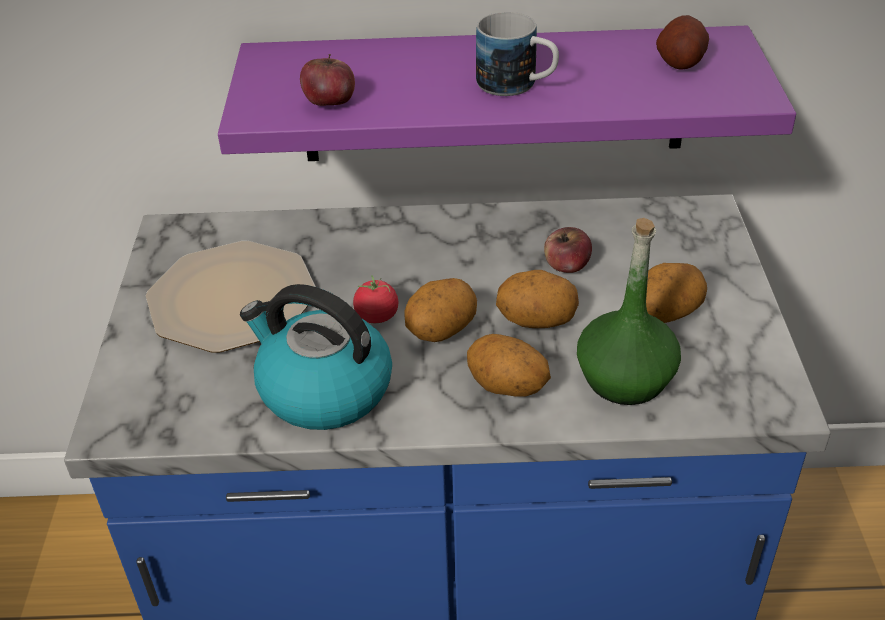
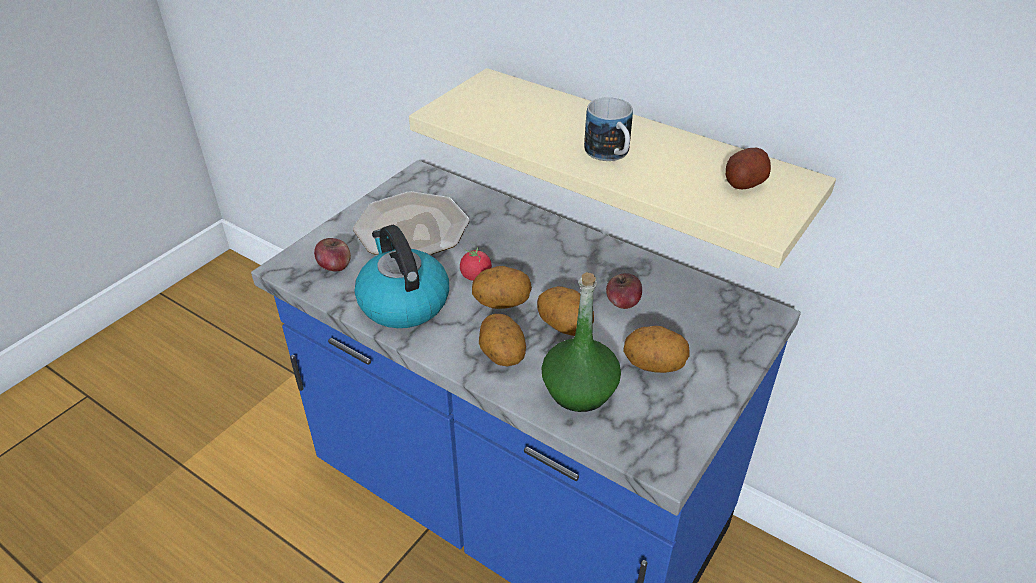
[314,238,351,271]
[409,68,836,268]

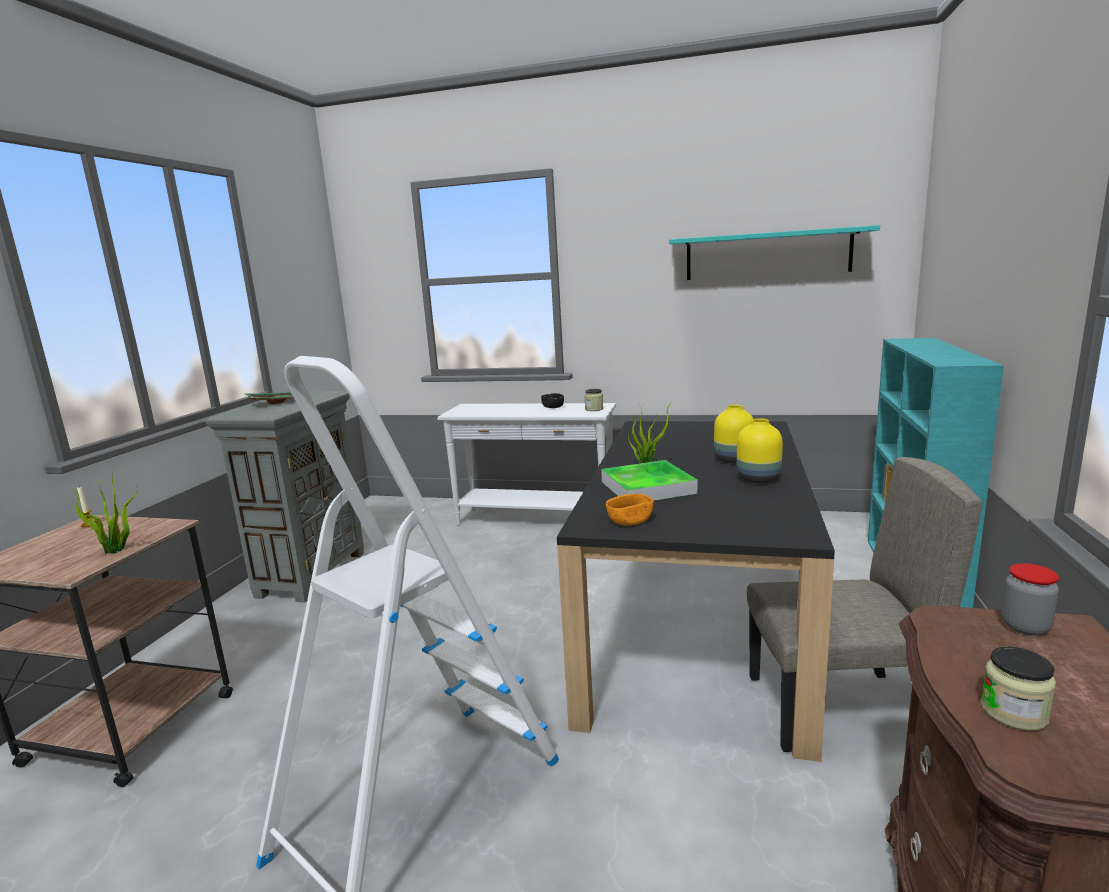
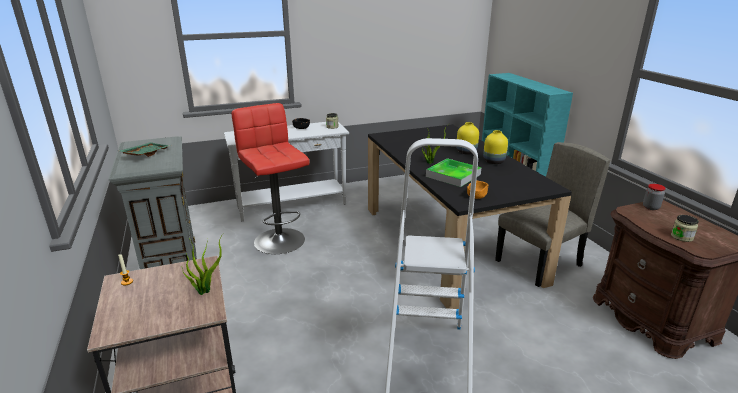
[669,225,880,280] (first image)
[232,103,310,254]

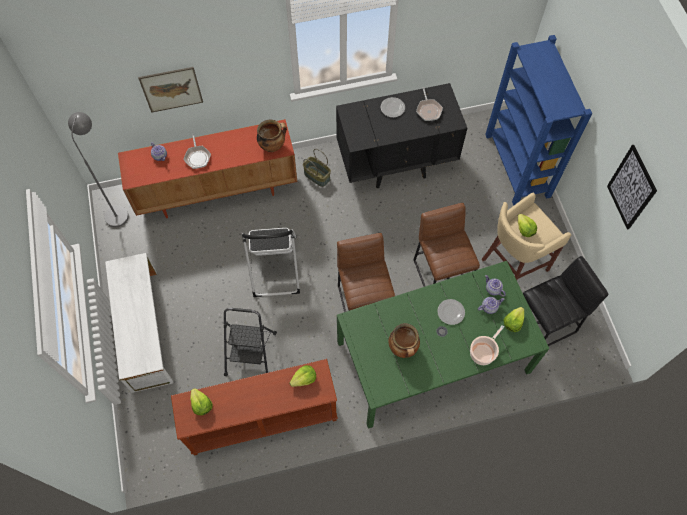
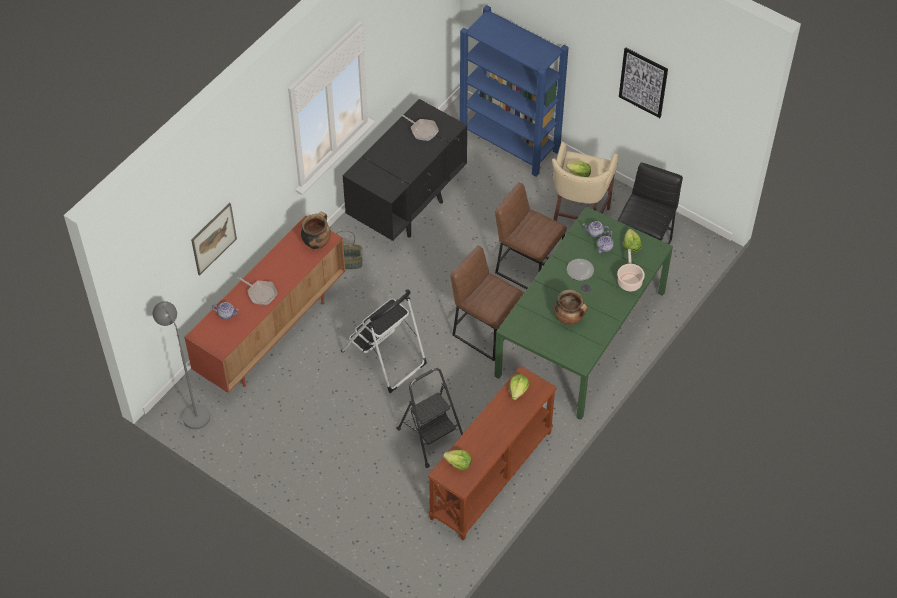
[105,253,173,393] (first image)
[381,97,405,117] (first image)

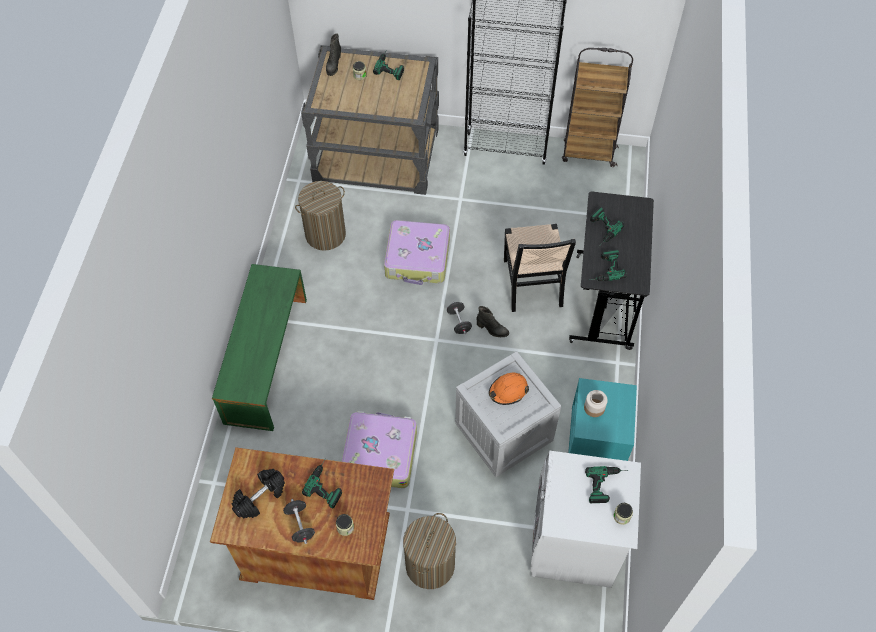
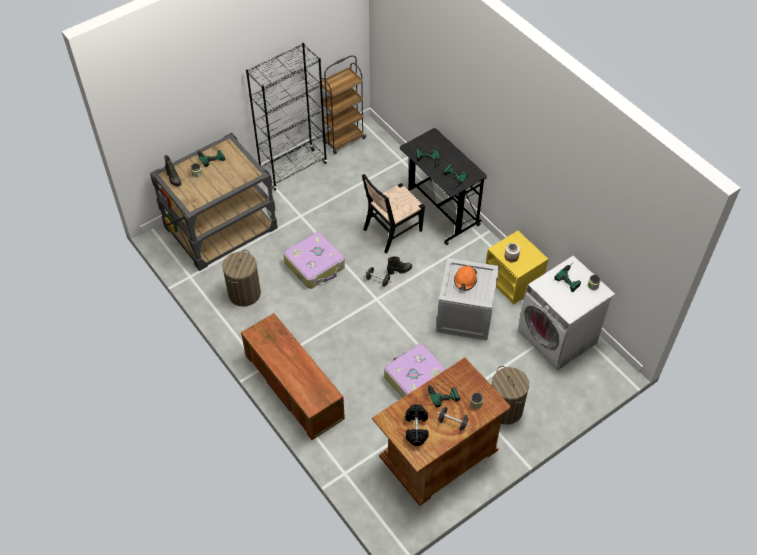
[241,313,345,440]
[486,231,548,304]
[362,174,425,253]

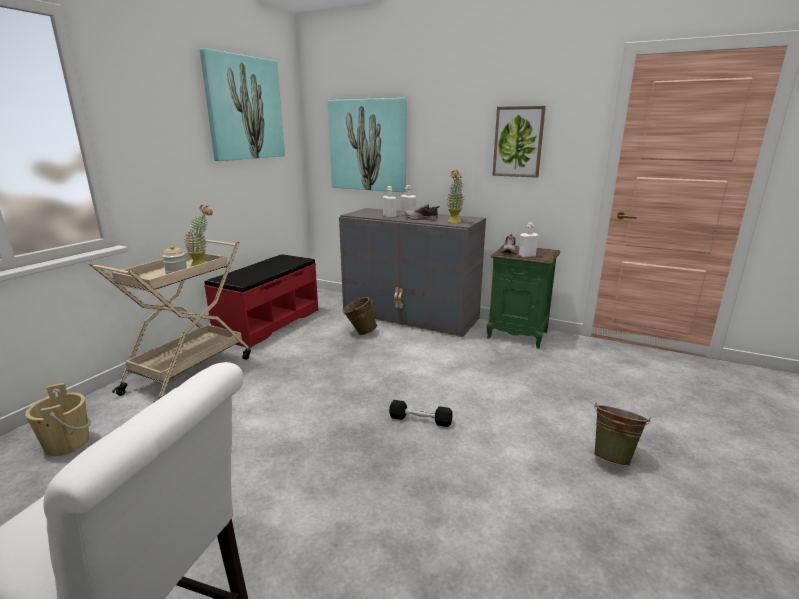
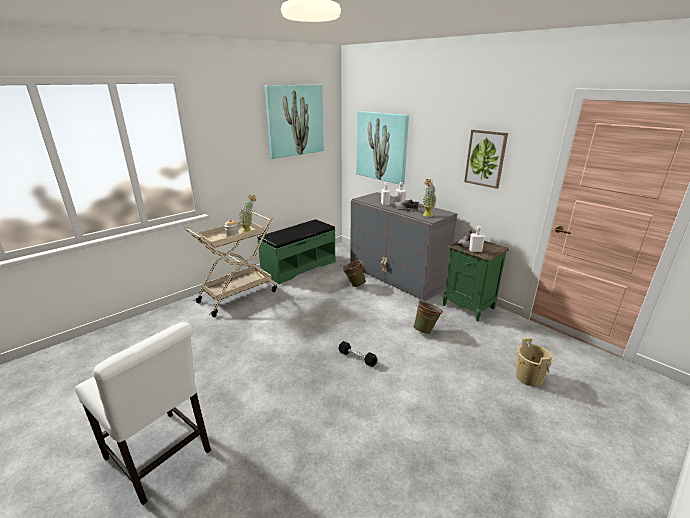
[516,337,553,386]
[413,300,443,334]
[257,219,335,284]

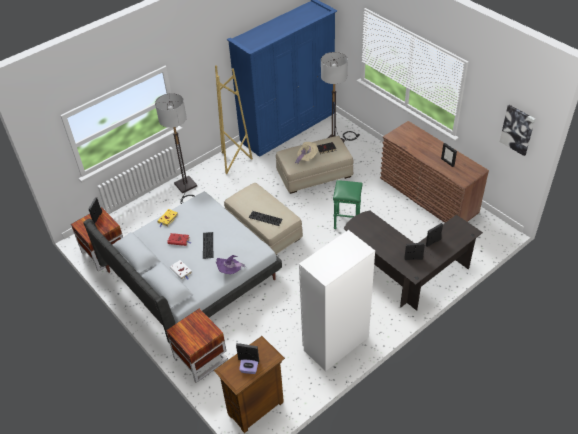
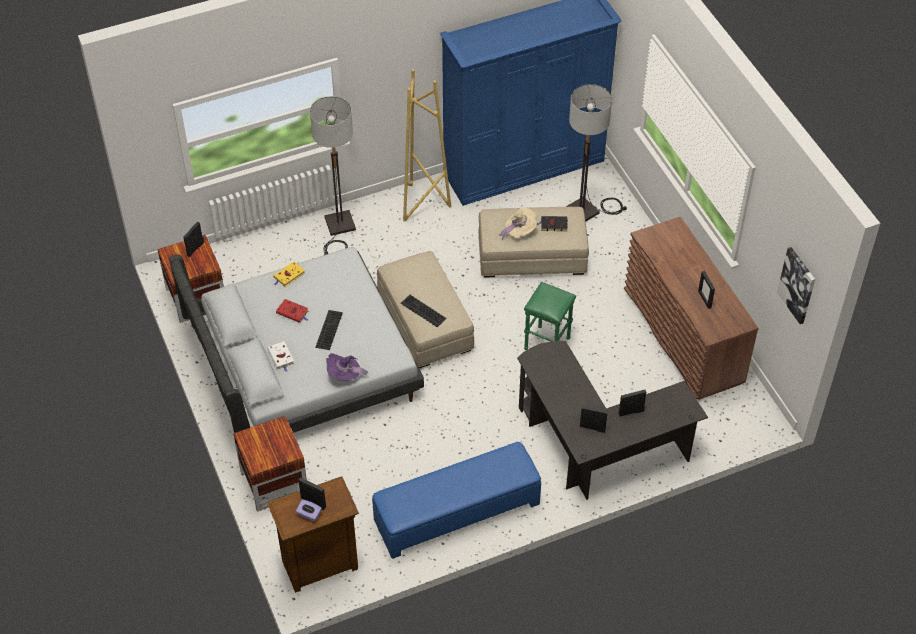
[372,442,541,559]

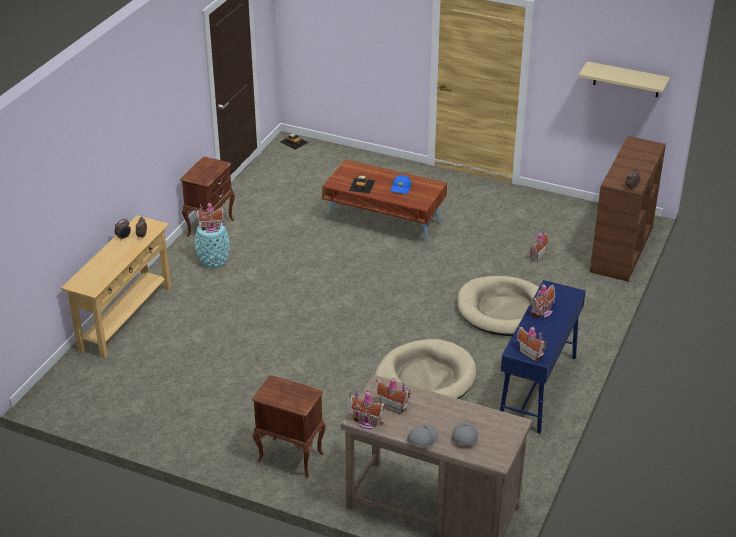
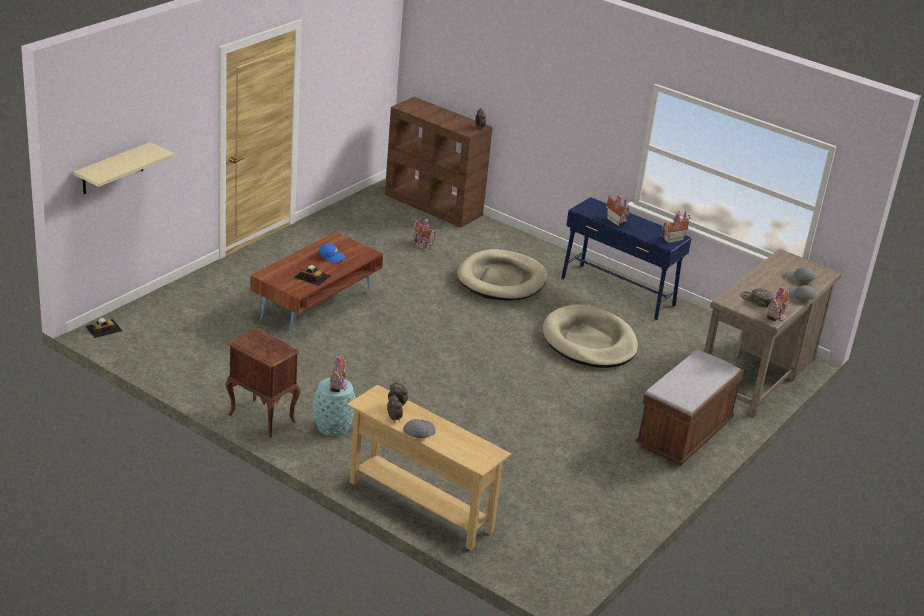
[403,419,436,438]
[74,142,174,194]
[635,350,744,466]
[741,289,774,307]

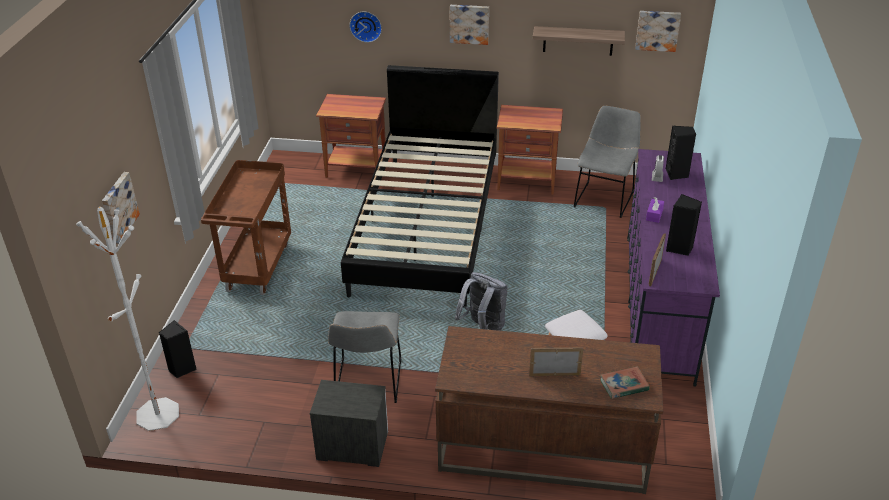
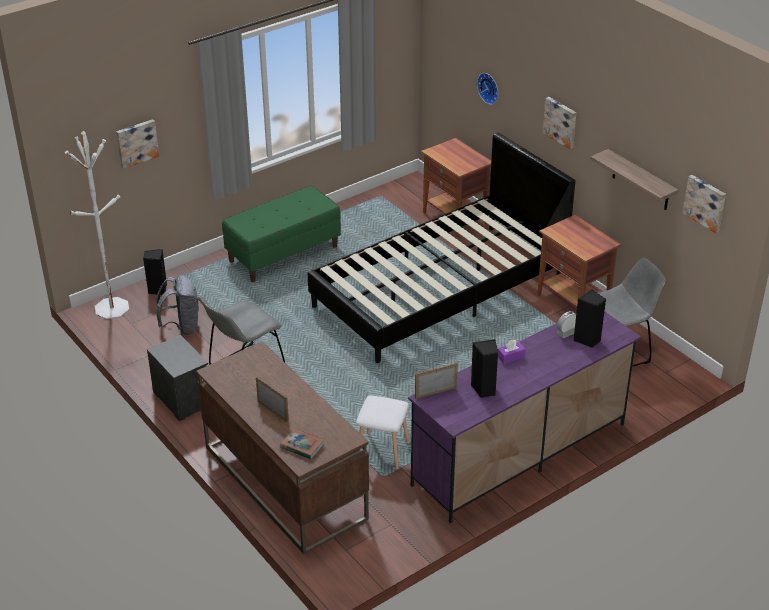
[156,275,198,335]
[222,186,341,282]

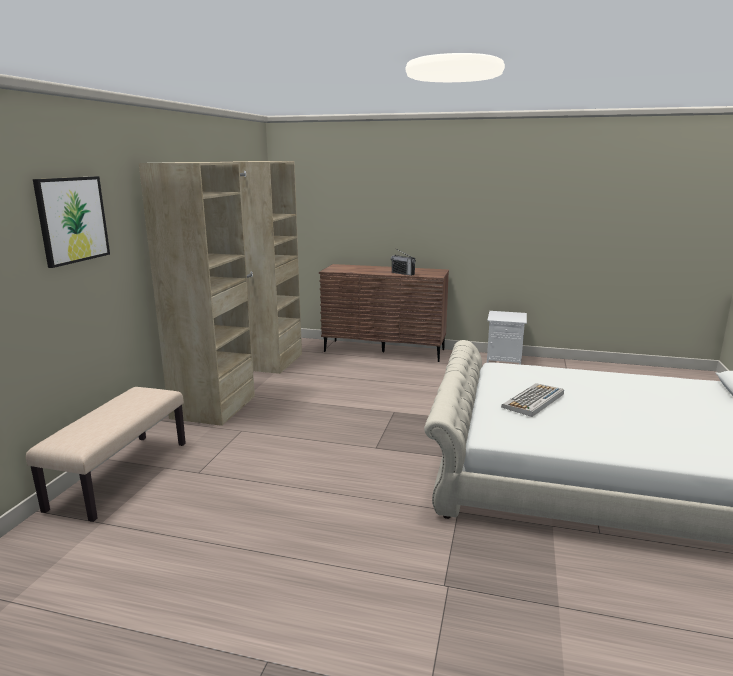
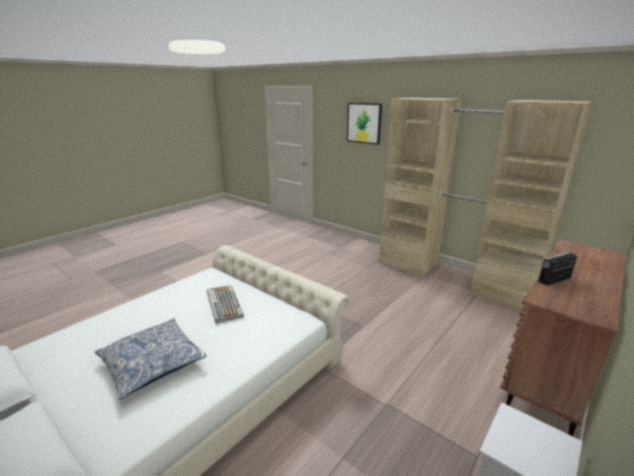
[26,387,186,522] (first image)
[95,318,207,400]

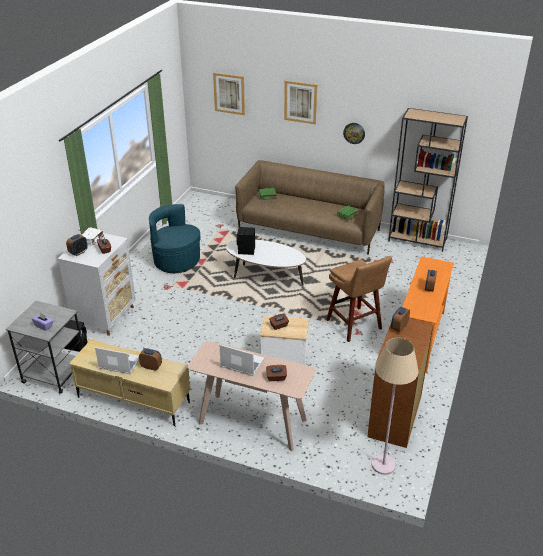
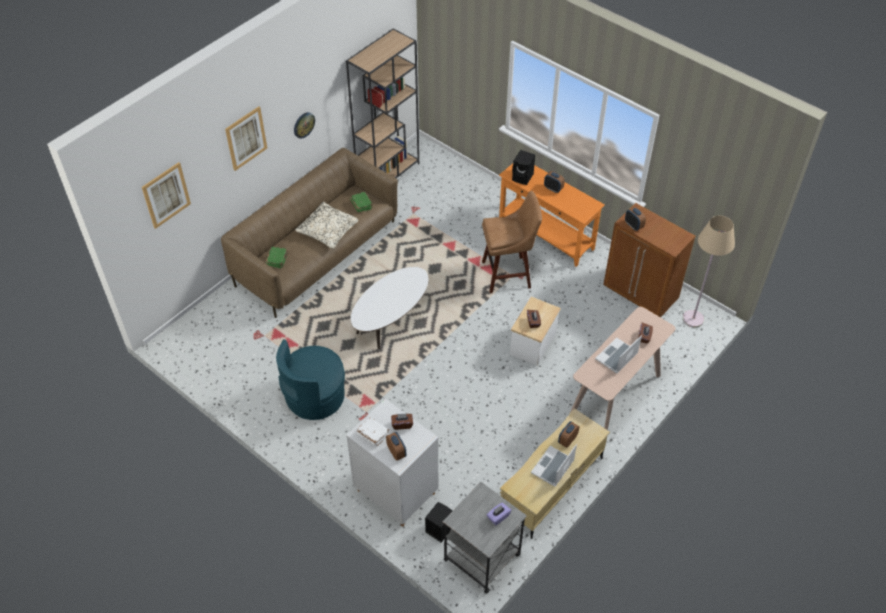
[295,202,358,249]
[512,150,535,185]

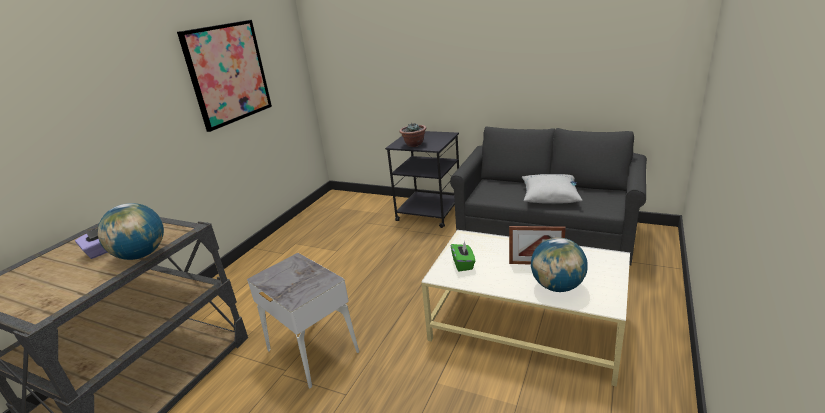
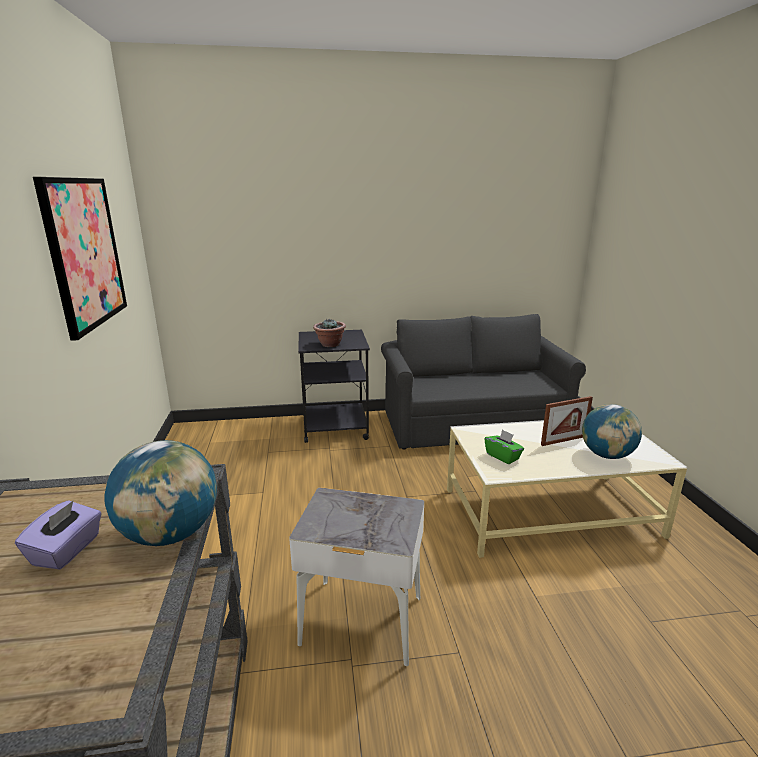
[522,174,583,204] (first image)

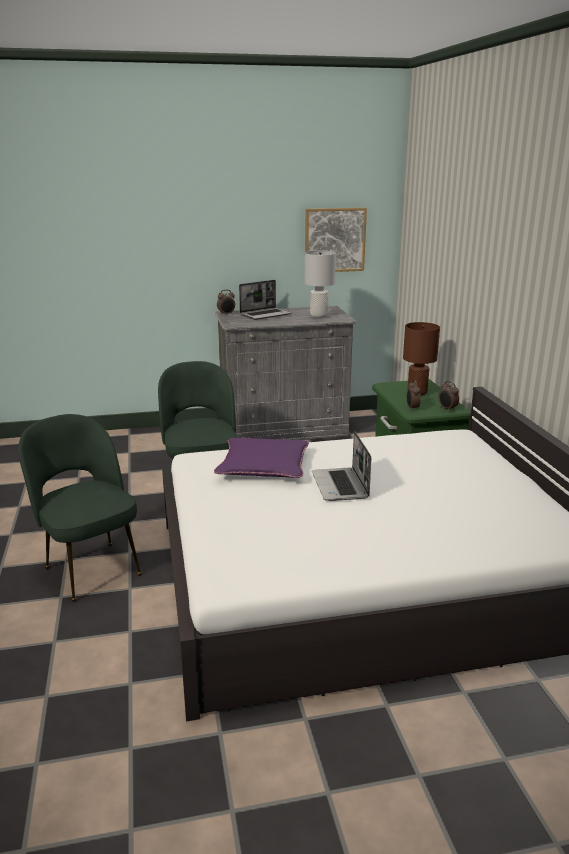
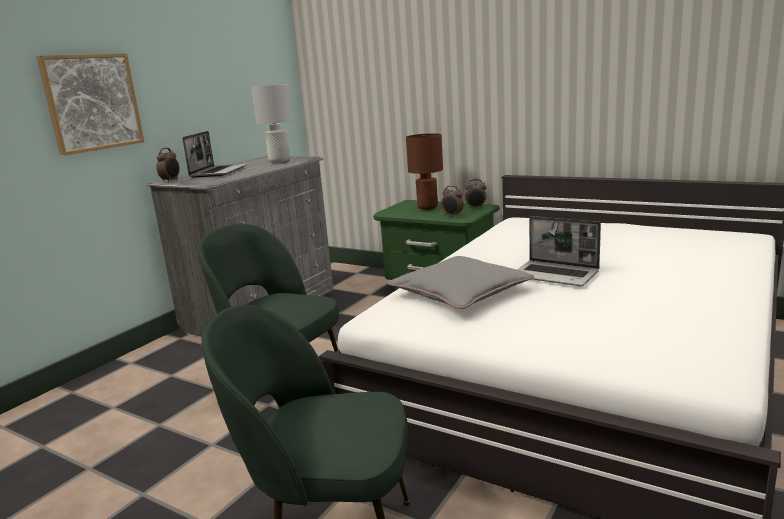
[36,53,144,156]
[388,256,534,309]

